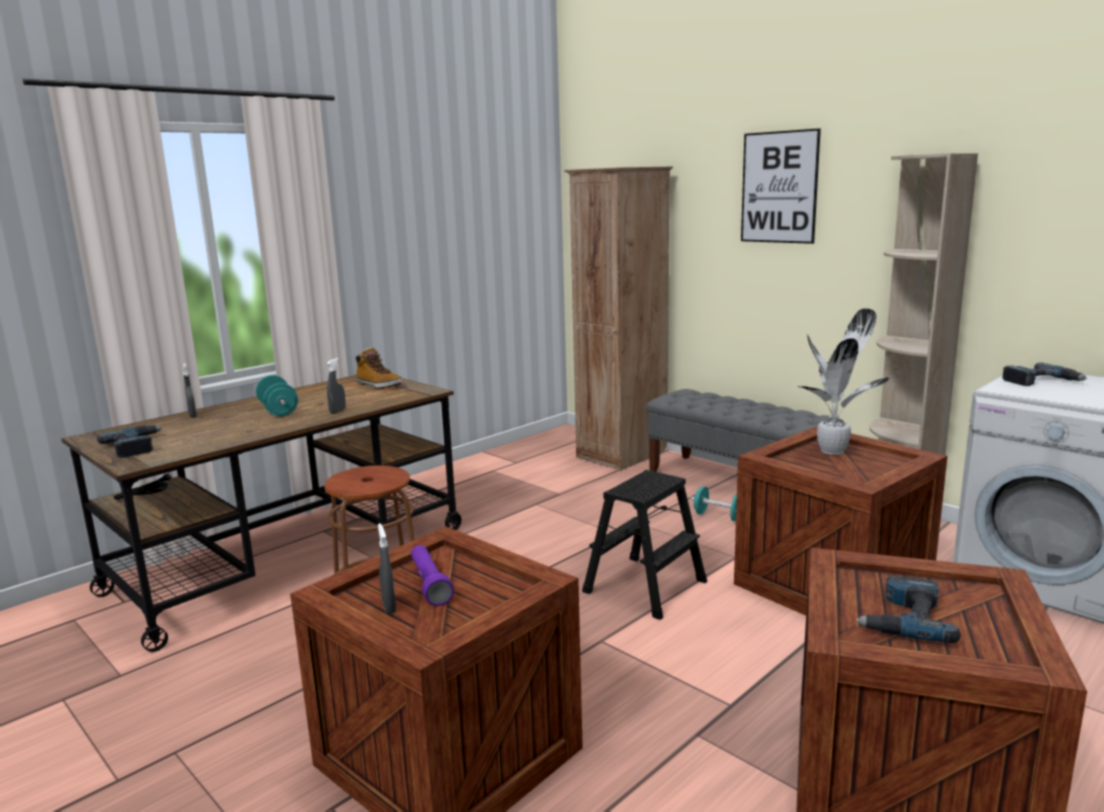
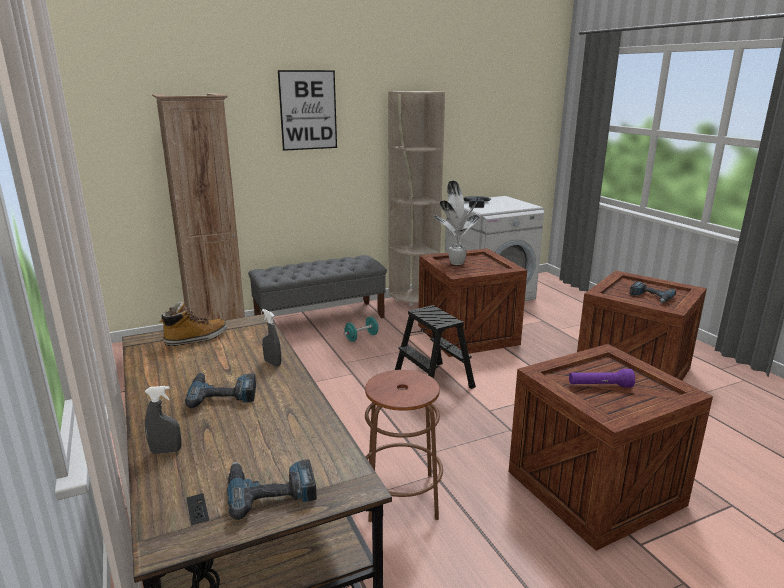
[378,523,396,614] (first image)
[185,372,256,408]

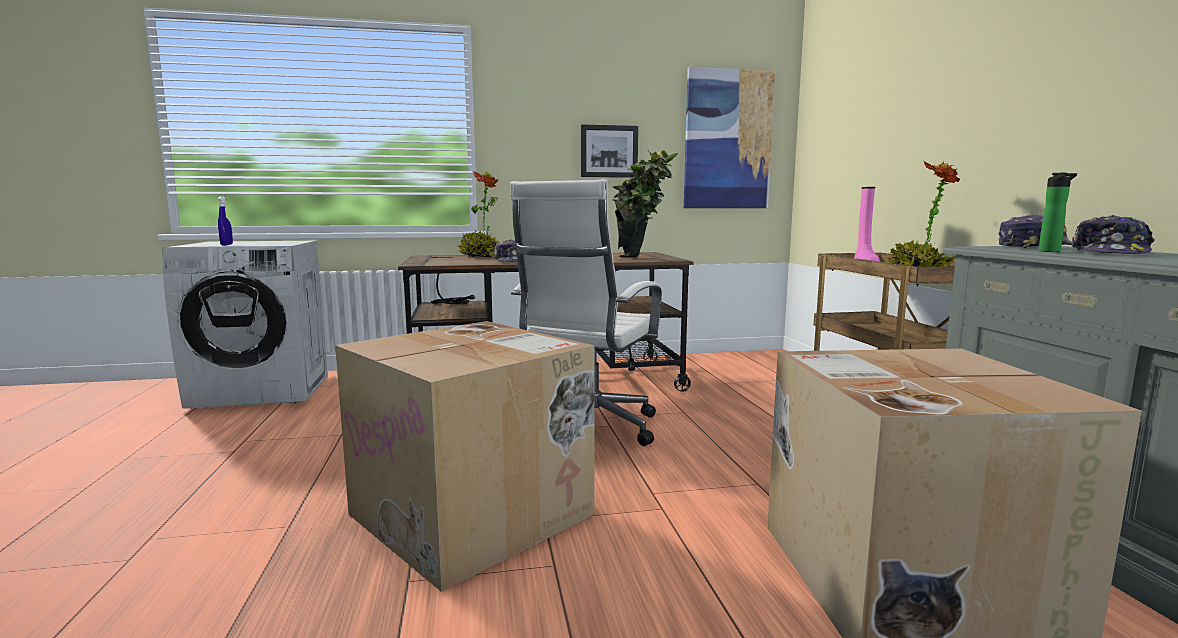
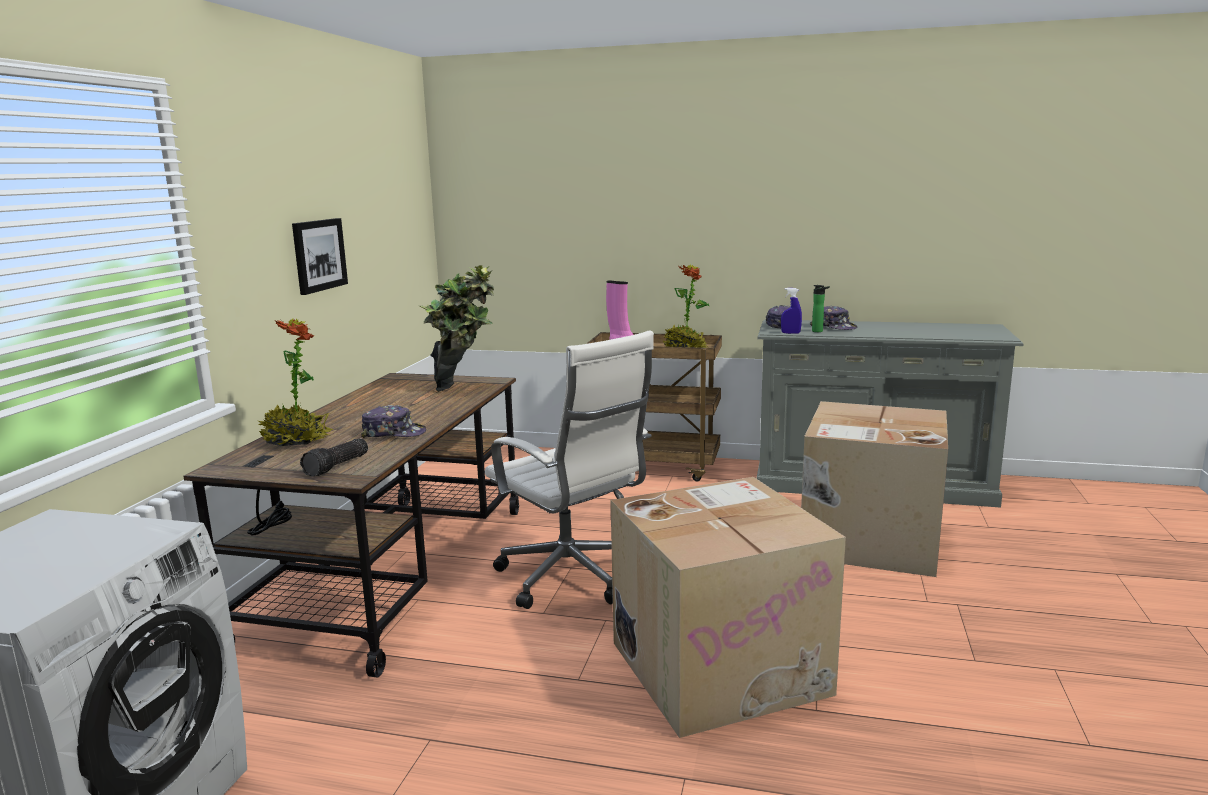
[684,67,775,208] (first image)
[300,438,368,477]
[781,288,802,334]

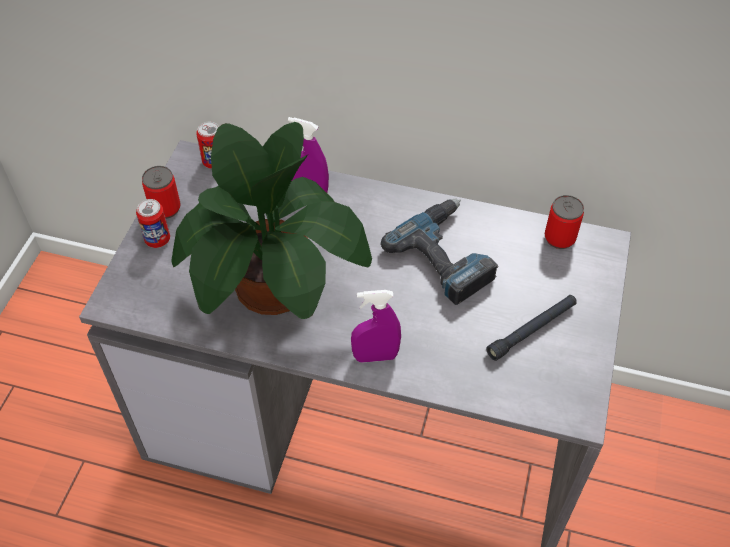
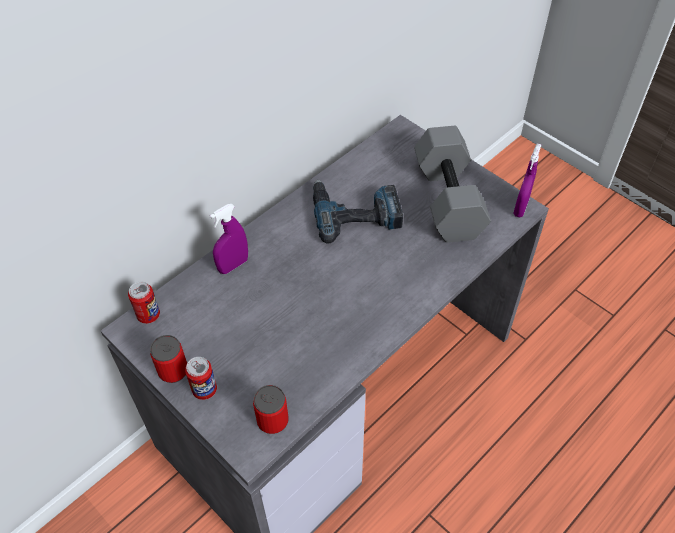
[171,122,372,319] (first image)
[513,143,541,217]
[253,385,288,434]
[414,126,491,243]

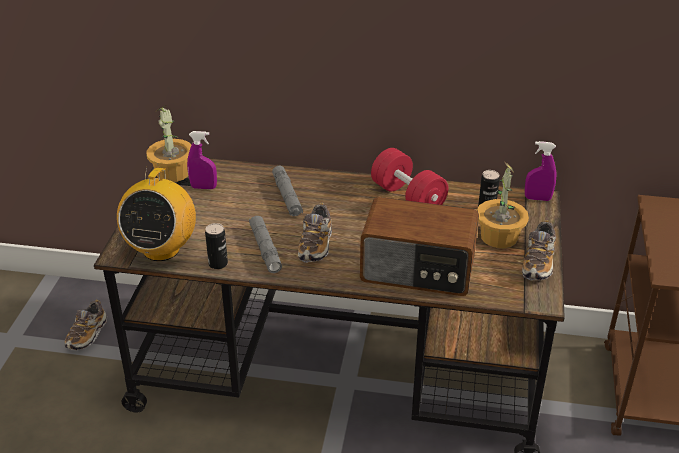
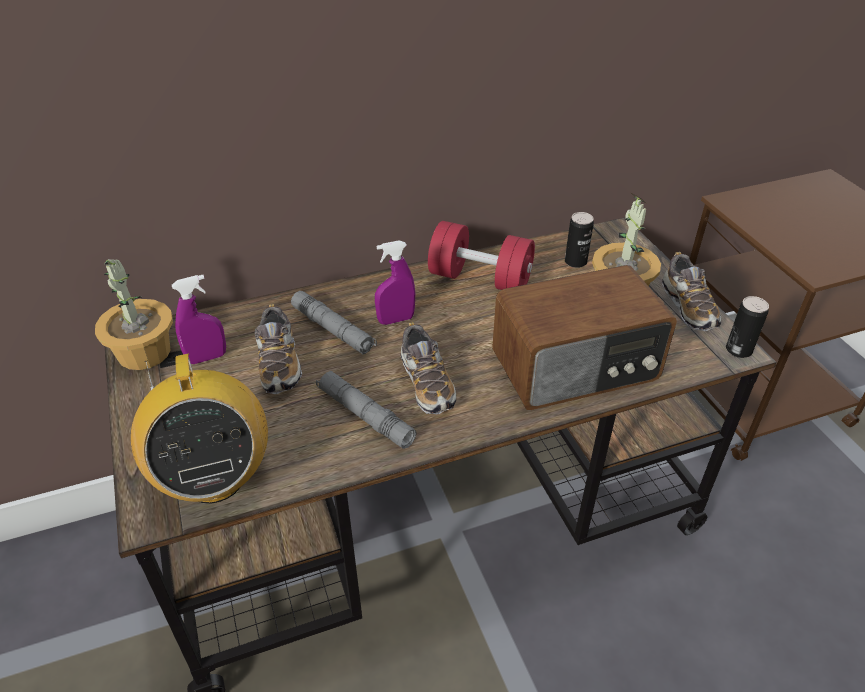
[255,304,302,394]
[726,296,769,358]
[375,240,415,325]

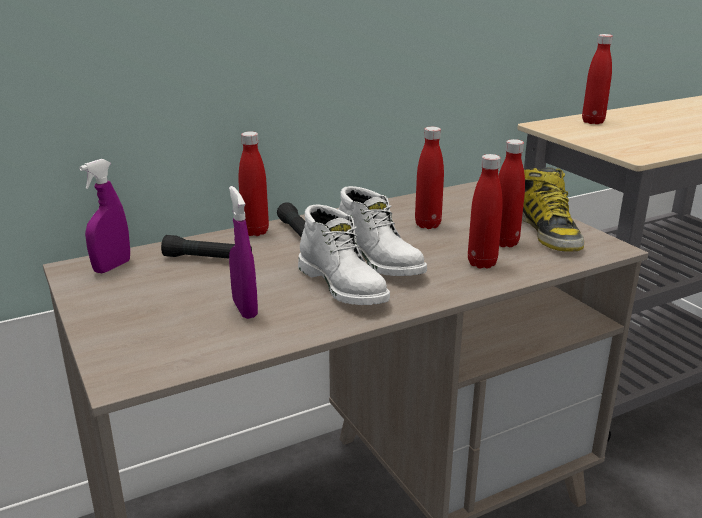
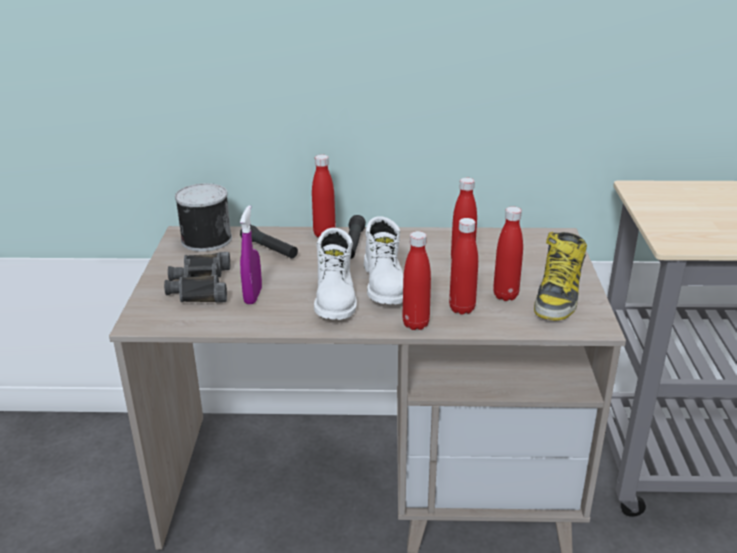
[164,252,230,303]
[402,231,431,330]
[175,183,232,252]

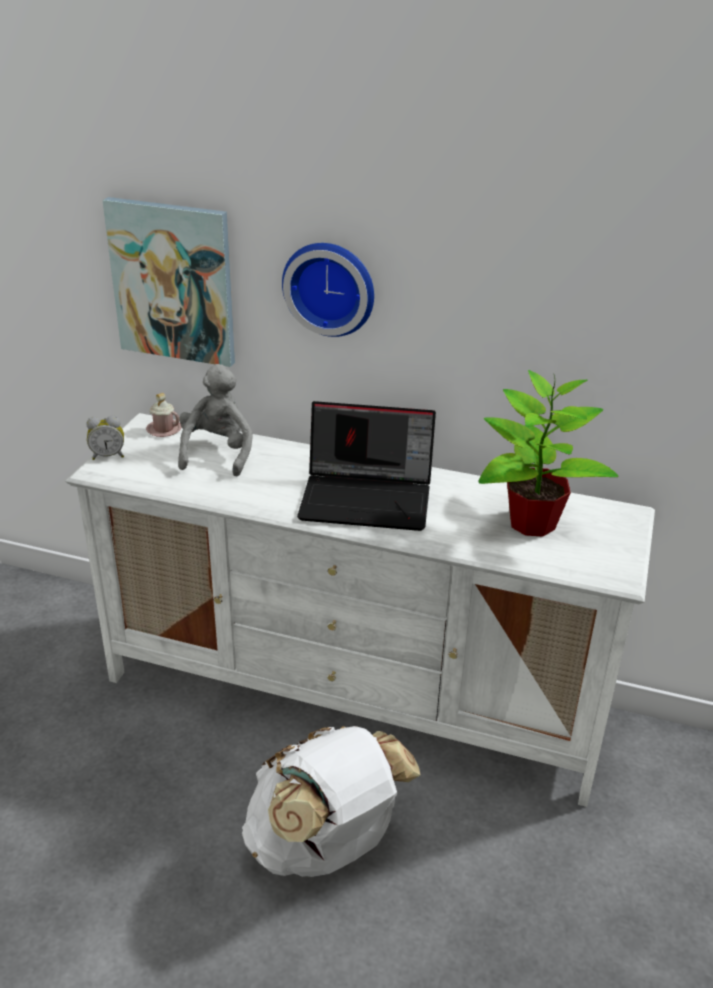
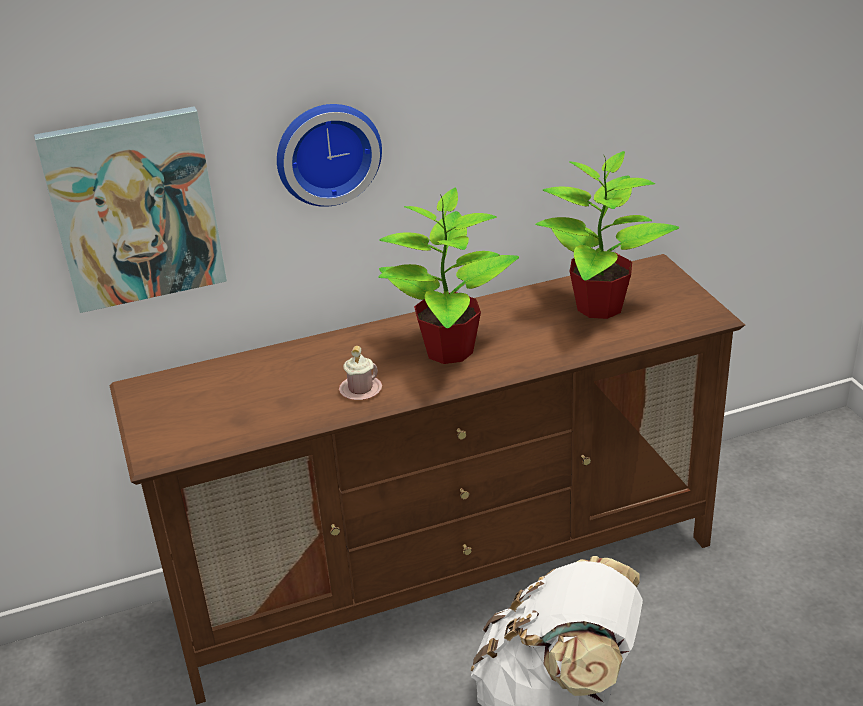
[87,416,124,460] (first image)
[178,364,253,476] (first image)
[339,346,382,400]
[378,188,519,364]
[109,254,745,705]

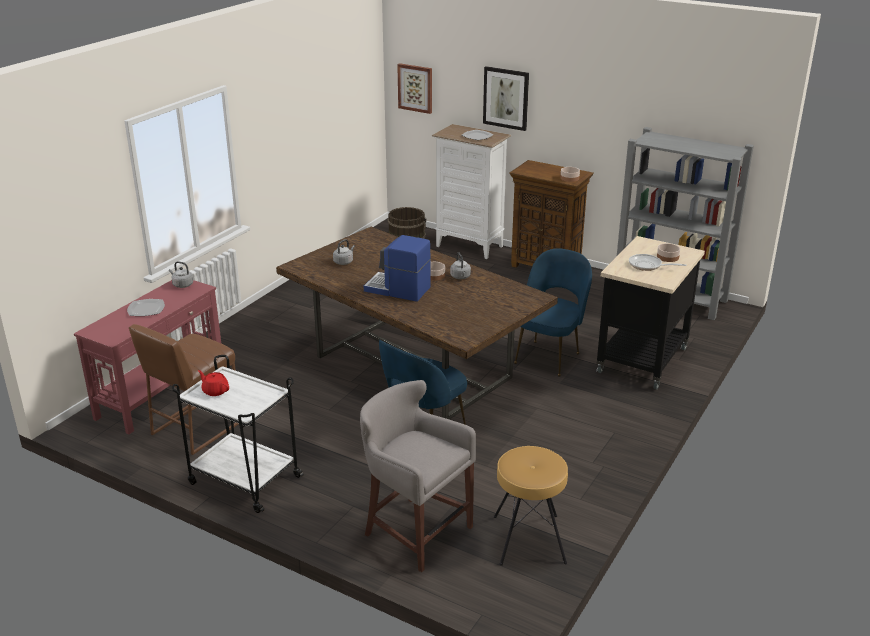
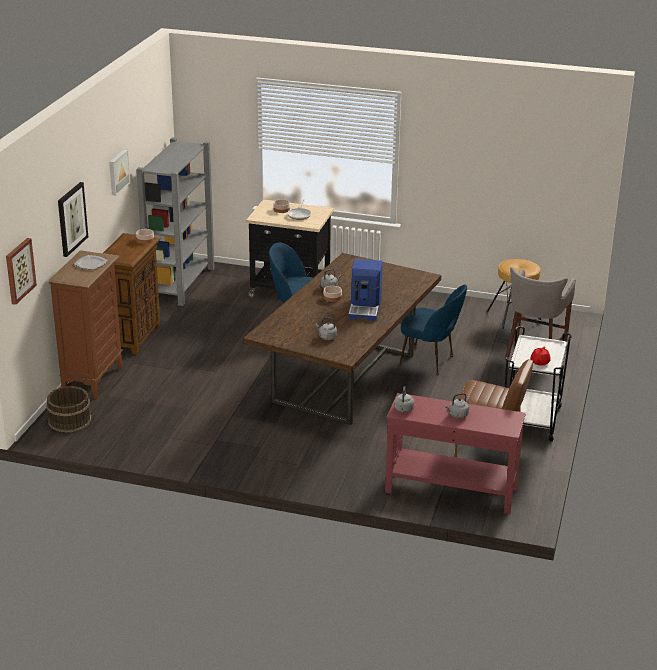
[109,149,130,196]
[444,393,469,418]
[48,250,123,399]

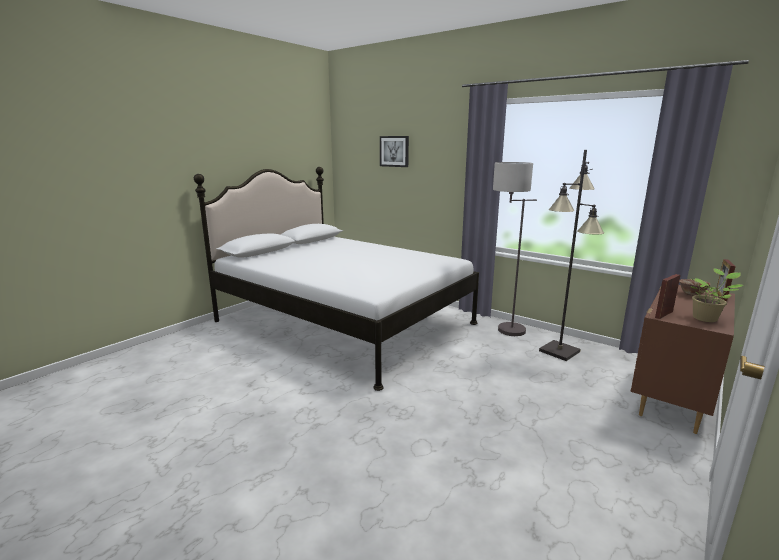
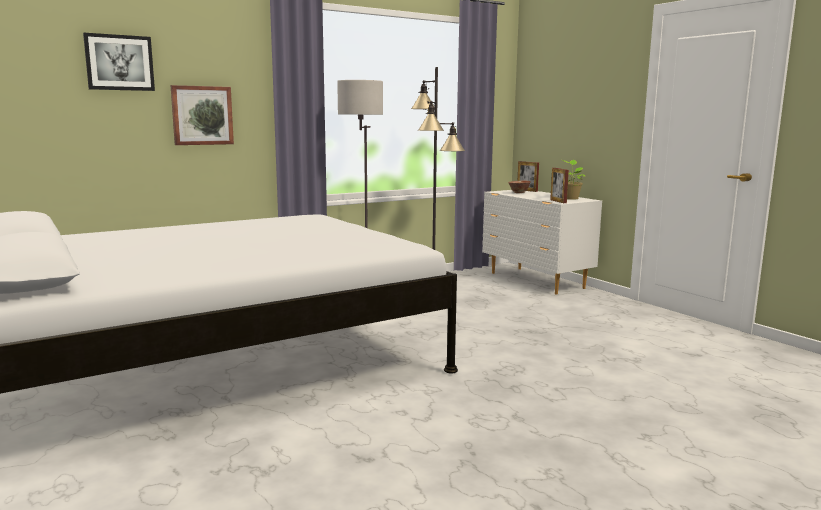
[170,85,234,145]
[482,190,602,295]

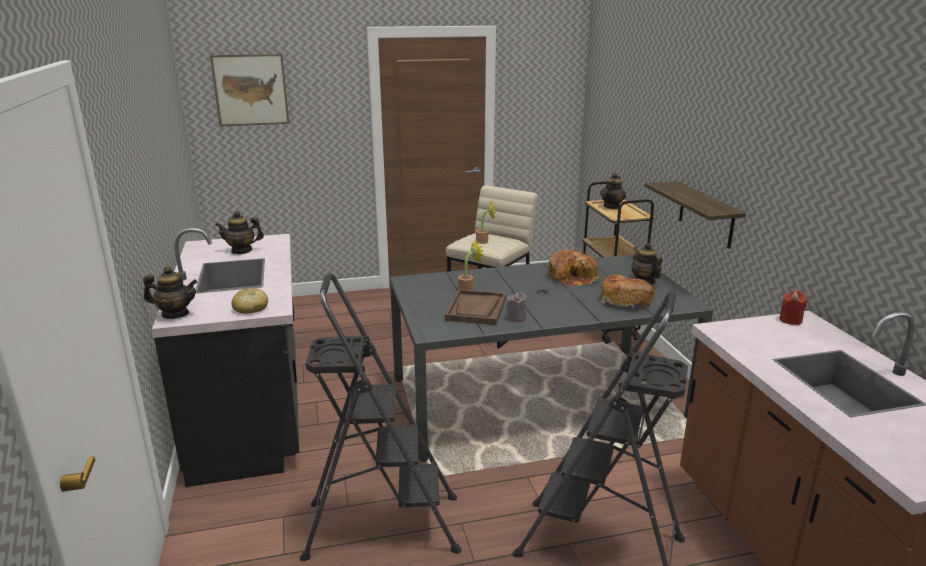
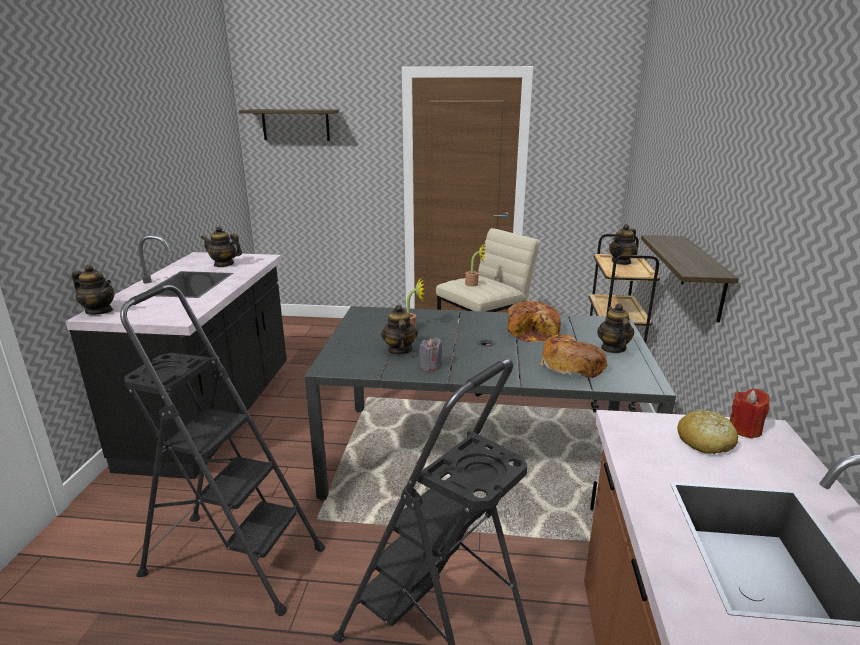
[677,410,738,454]
[239,109,339,141]
[381,305,418,355]

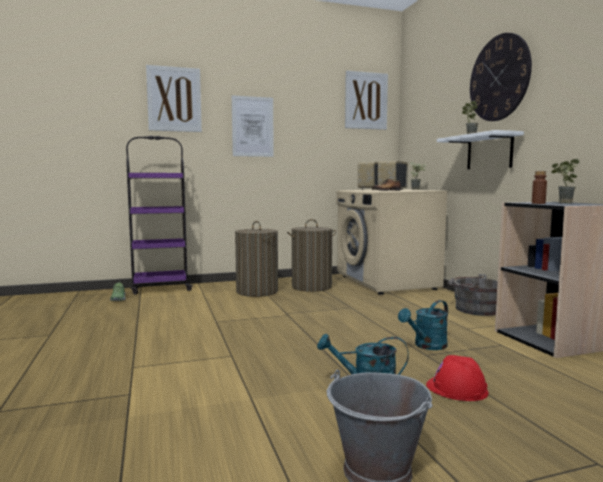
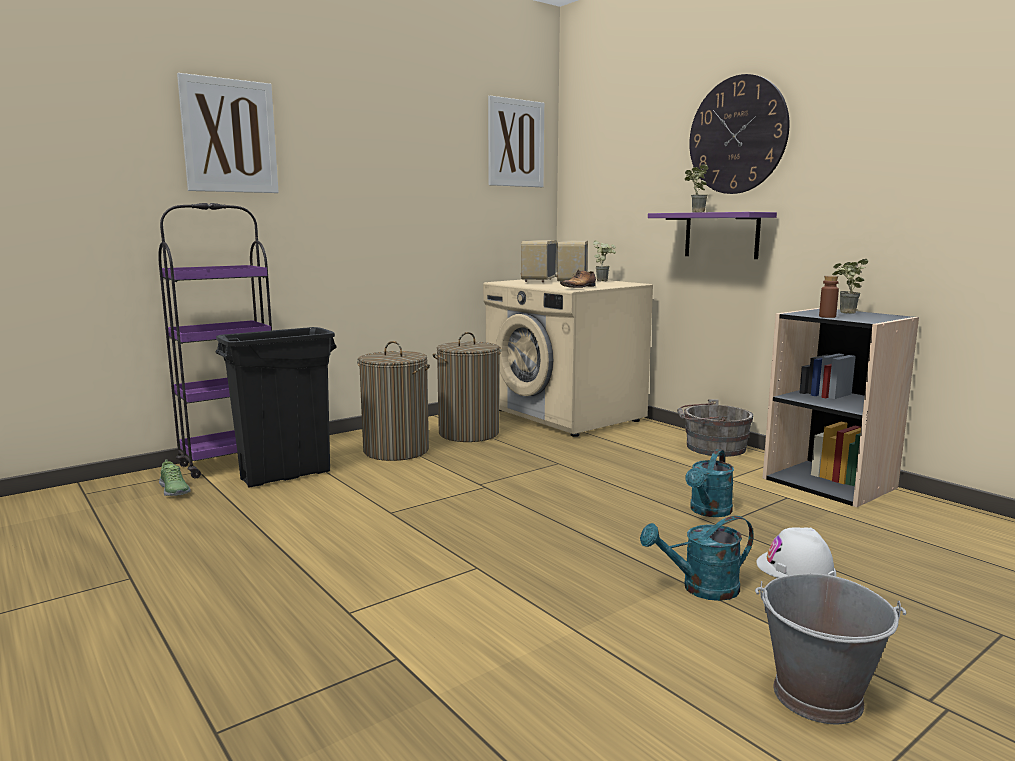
[232,95,274,157] (first image)
[216,327,337,488]
[756,527,837,578]
[648,212,777,259]

